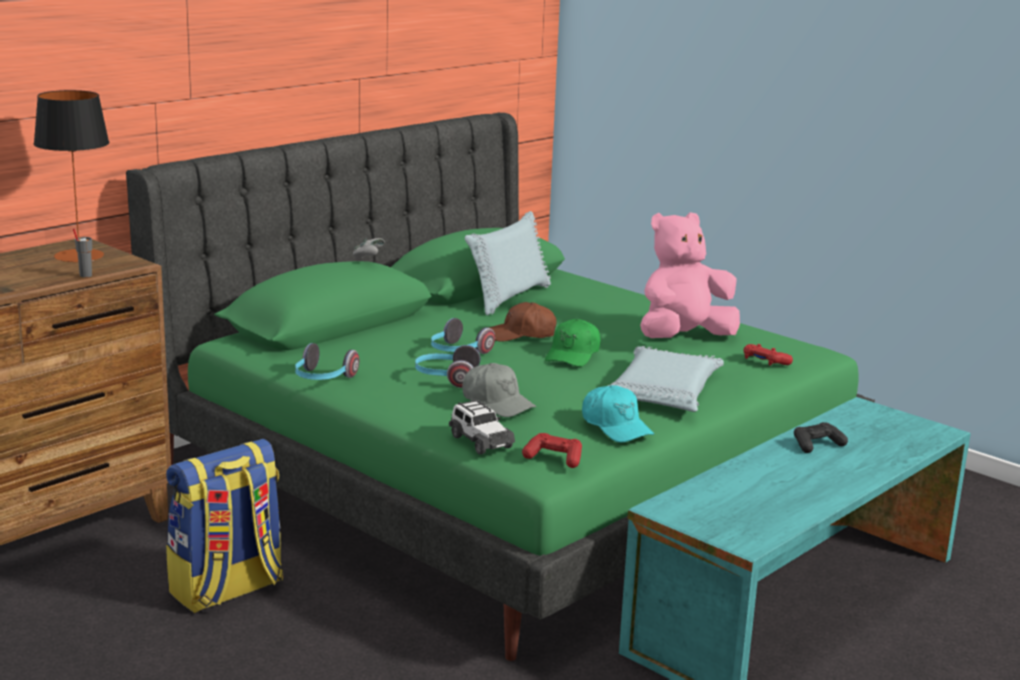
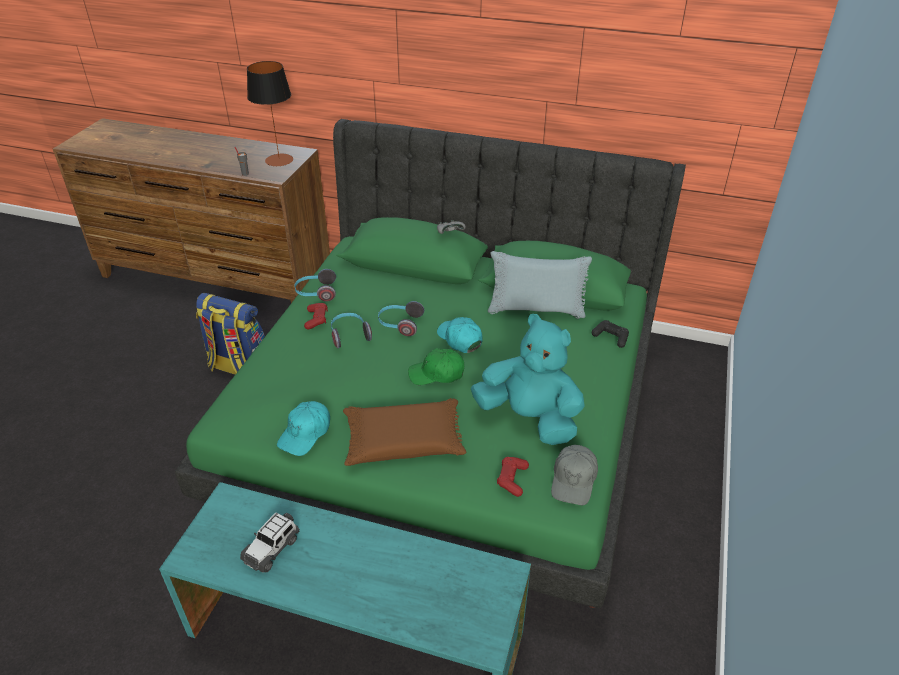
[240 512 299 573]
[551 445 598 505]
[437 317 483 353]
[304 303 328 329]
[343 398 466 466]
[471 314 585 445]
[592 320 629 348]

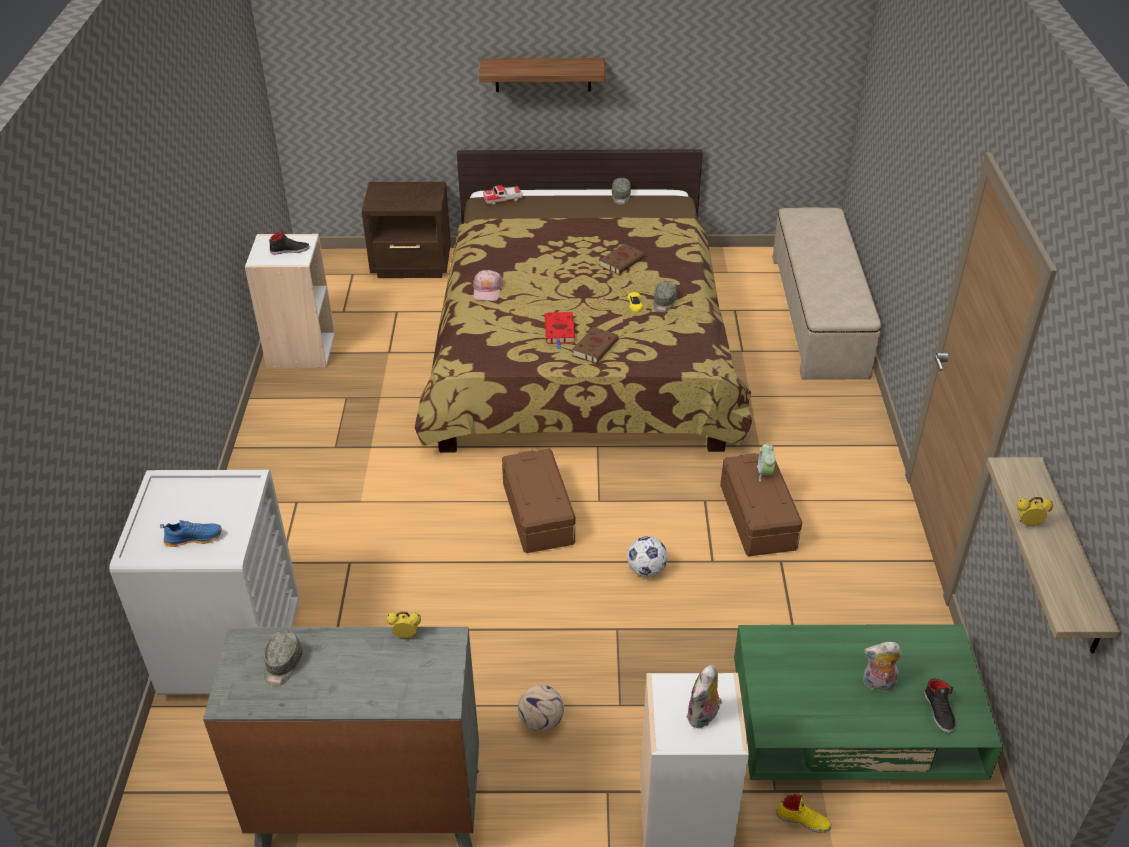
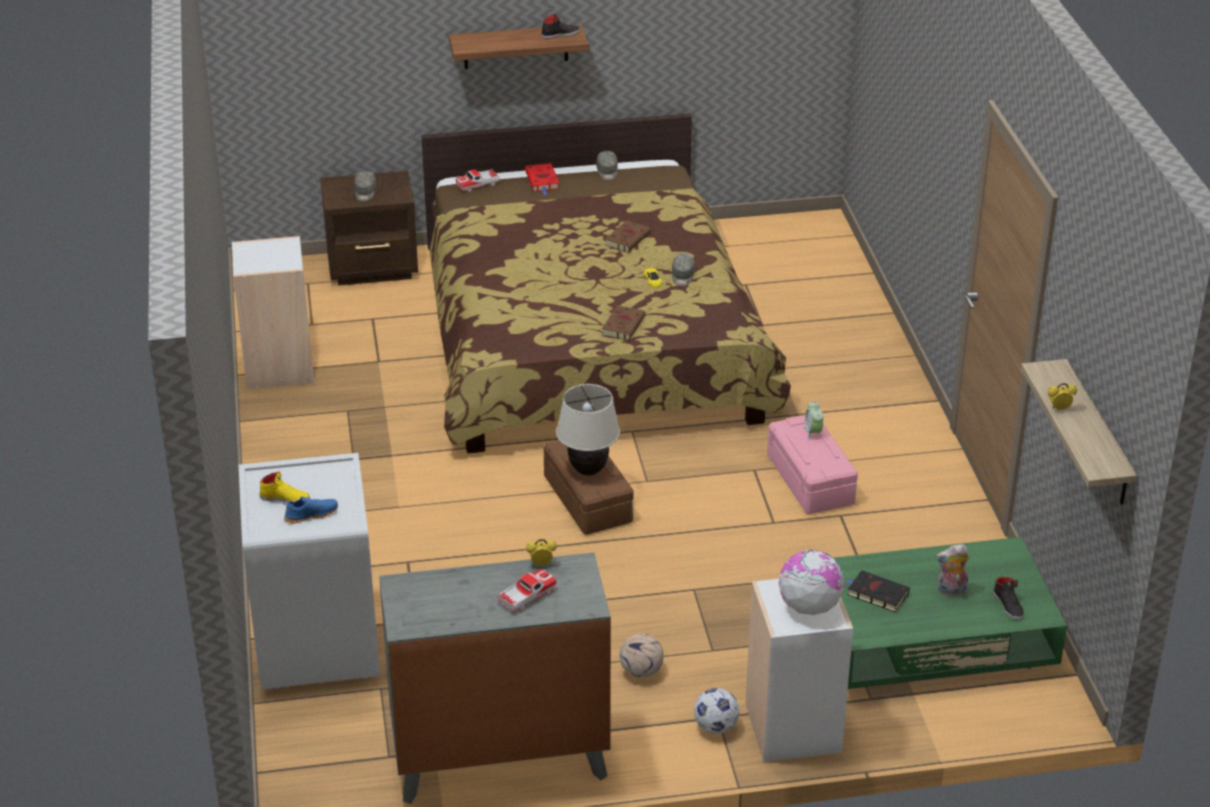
[355 171 377 201]
[541 14 580 39]
[473 270 503 301] (first image)
[525 163 559 195]
[694 688 739 734]
[778 550 844 615]
[767 416 858 514]
[772 207 881 380] (first image)
[260 471 310 503]
[498 569 557 612]
[556 384 620 476]
[846 570 910 612]

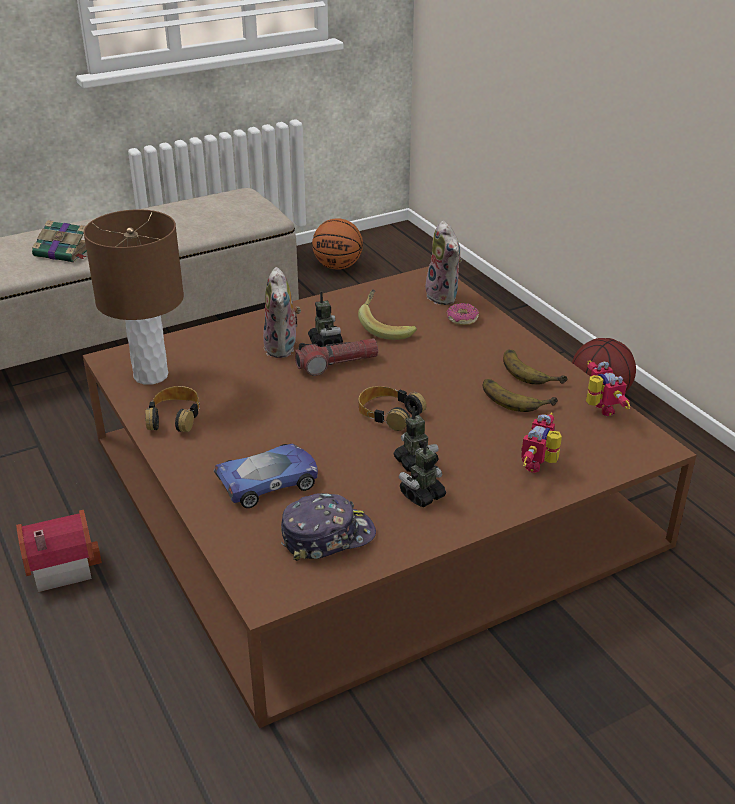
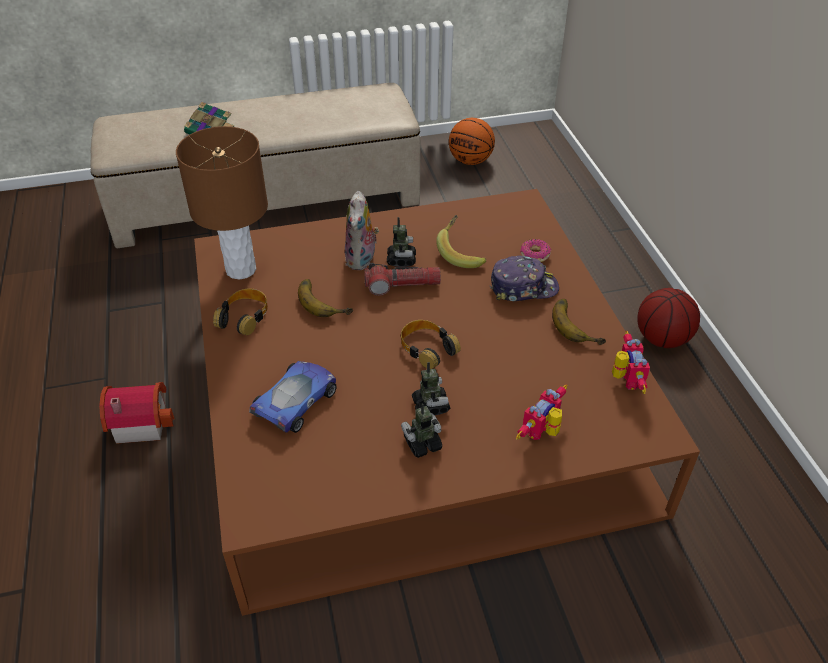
[249 361 336 433]
[490 256 559 301]
[426 221 462 305] (first image)
[298 279 353 317]

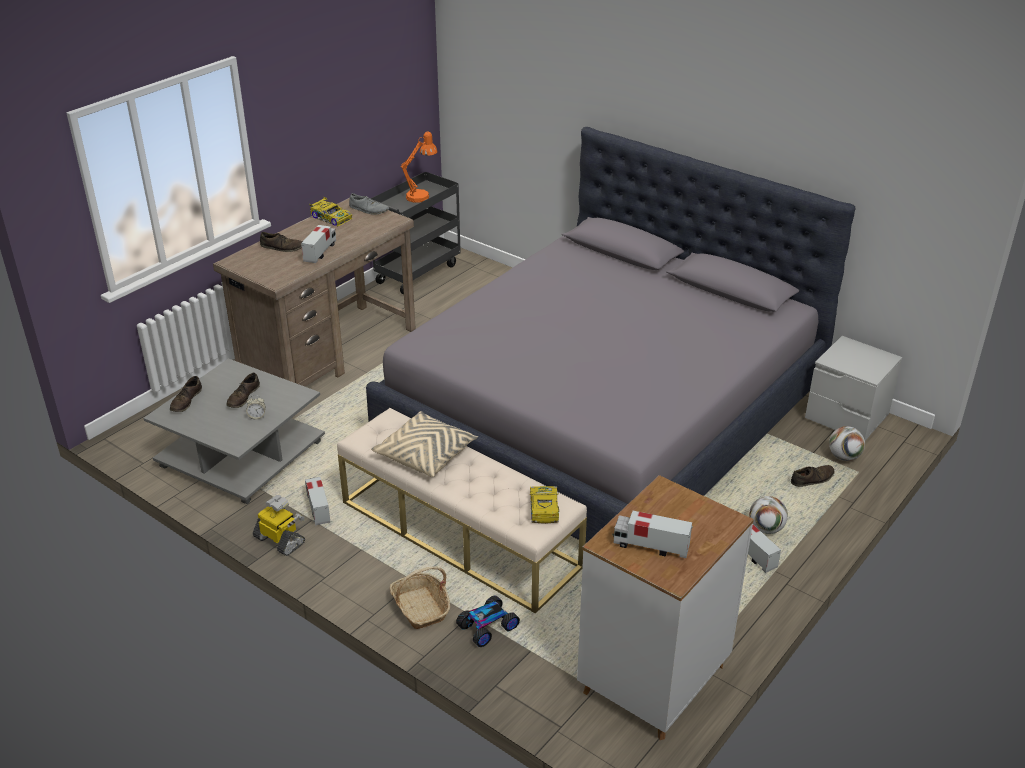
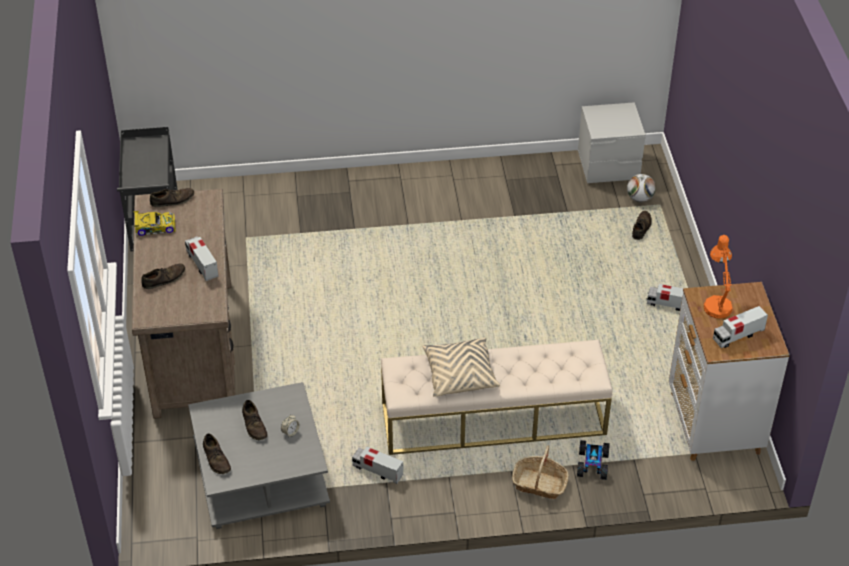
[253 495 305 556] (first image)
[150 188 194 207]
[366 127 855 543] (first image)
[704 235 732 319]
[530 486 559 524] (first image)
[749 496 788 534] (first image)

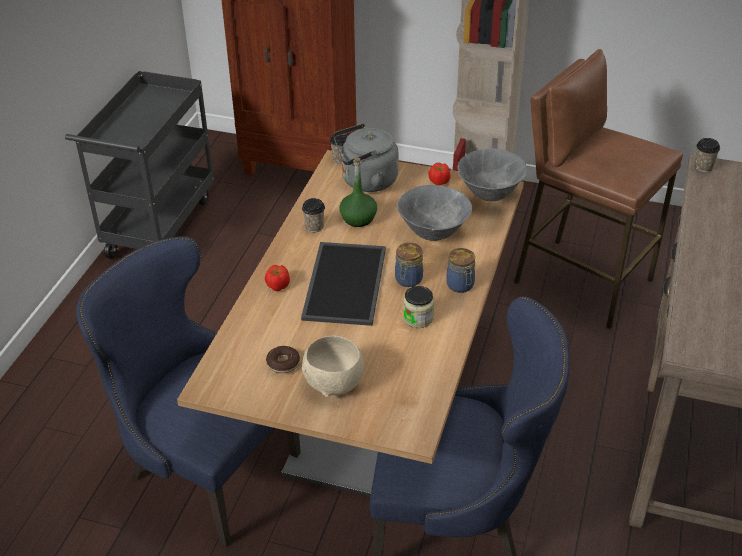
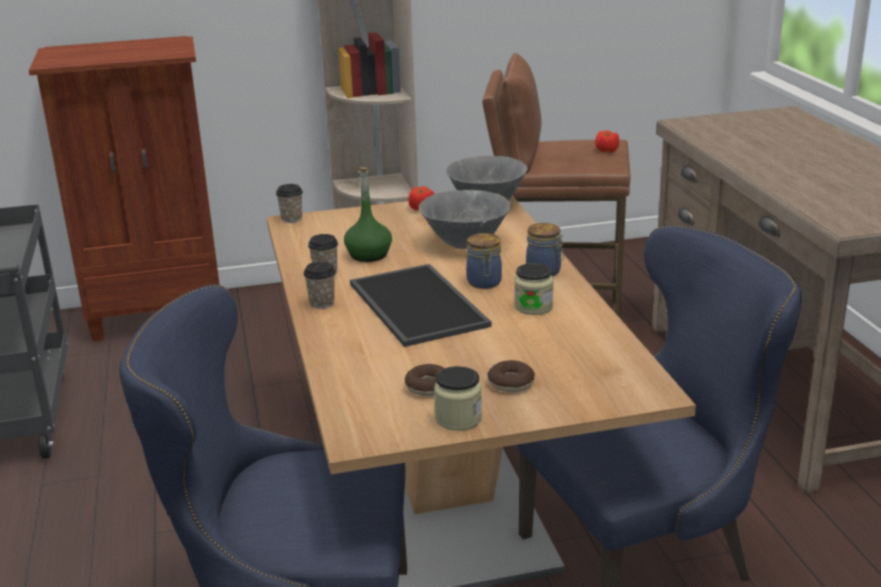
[595 130 619 153]
[488 360 535 392]
[333 123 399 192] (first image)
[304 261 336 309]
[434 366 482 431]

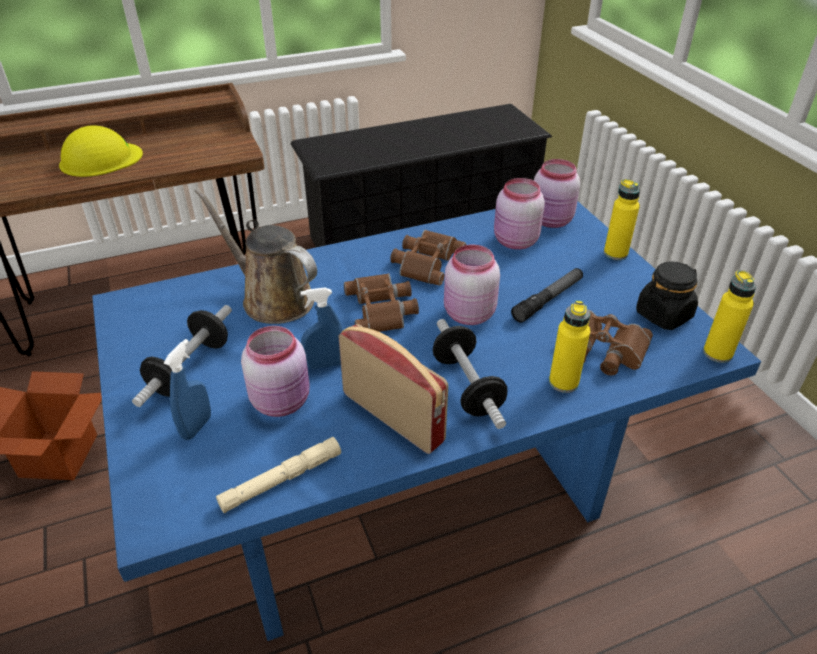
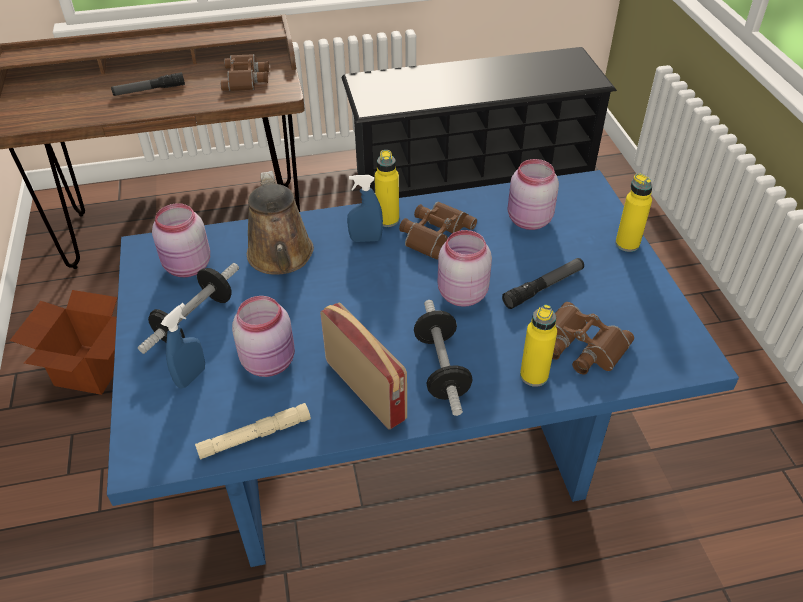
[111 72 185 96]
[247 171 314 275]
[347 175 383 242]
[220 54 269 91]
[152 203 210 277]
[636 261 698 330] (first image)
[375 150 399 227]

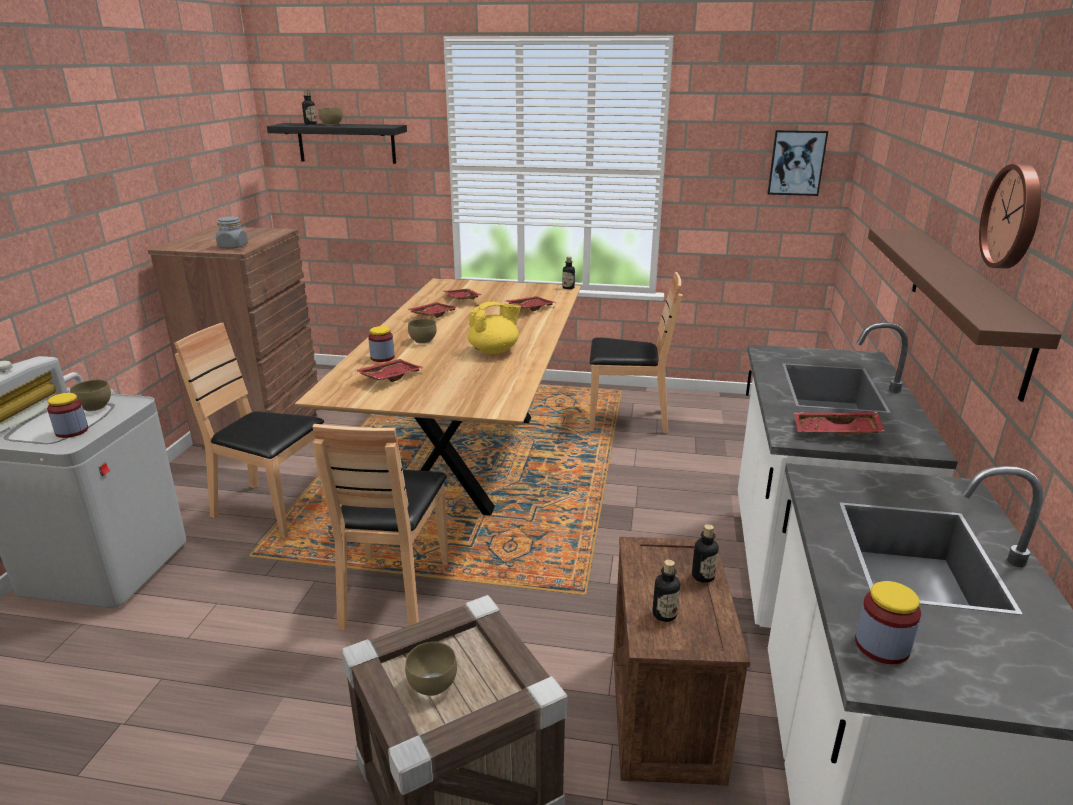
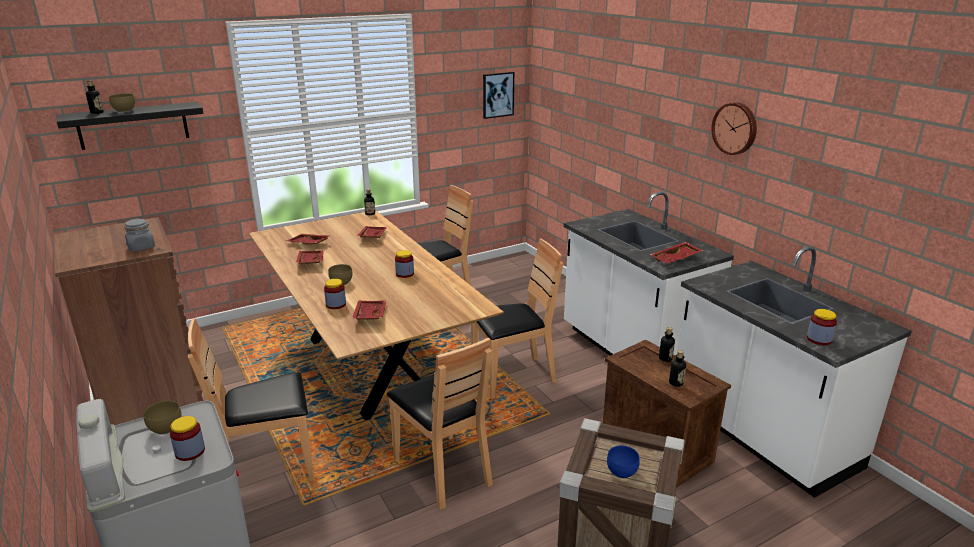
[607 446 640 478]
[395 250 414 278]
[868 228 1061 402] (first image)
[471 238 563 399]

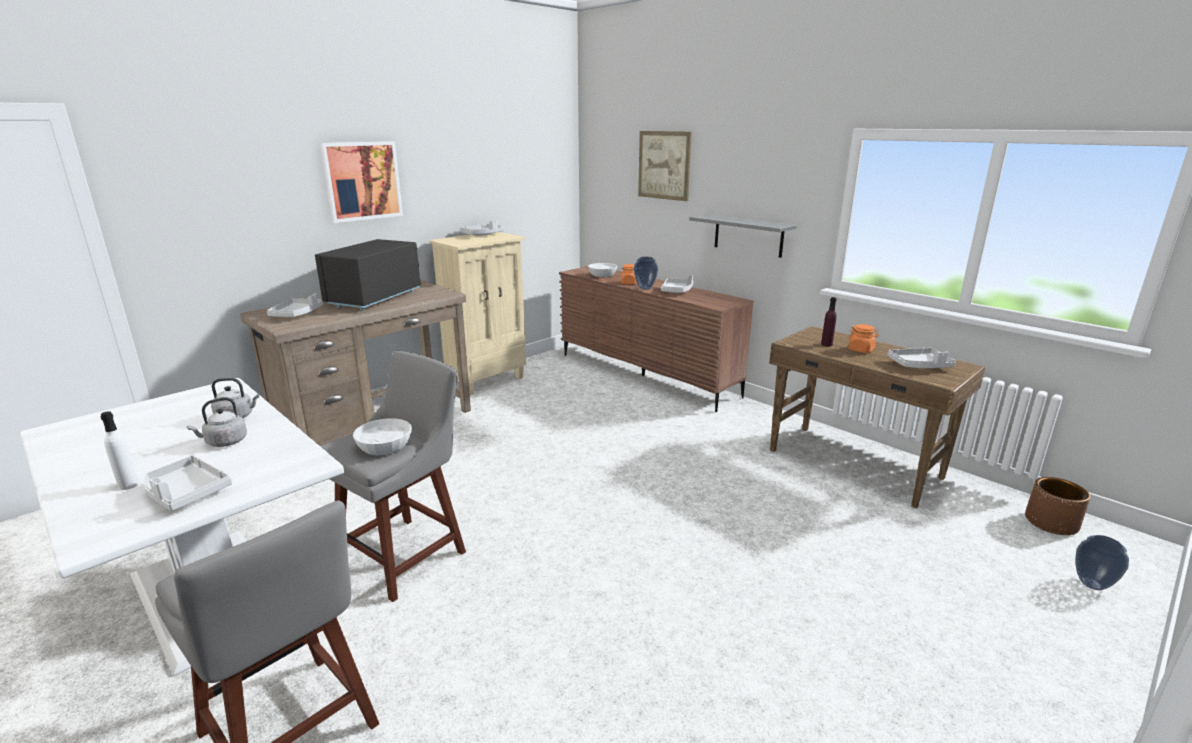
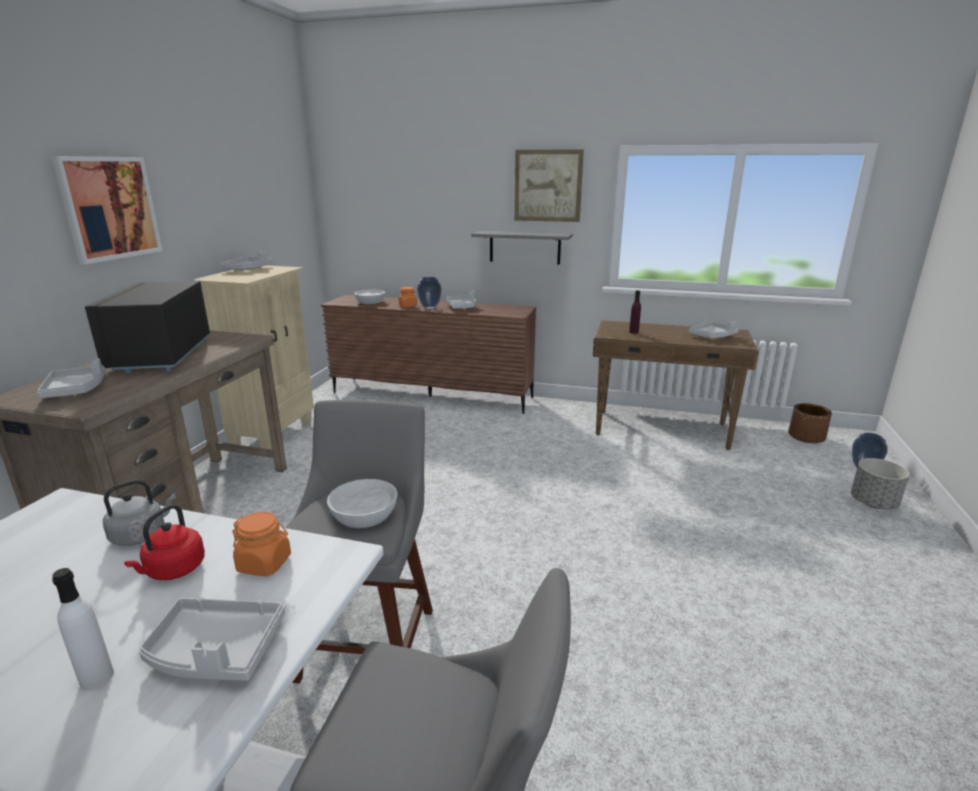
[124 504 205 580]
[514 149 584 222]
[232 512 291 576]
[851 458 910 509]

